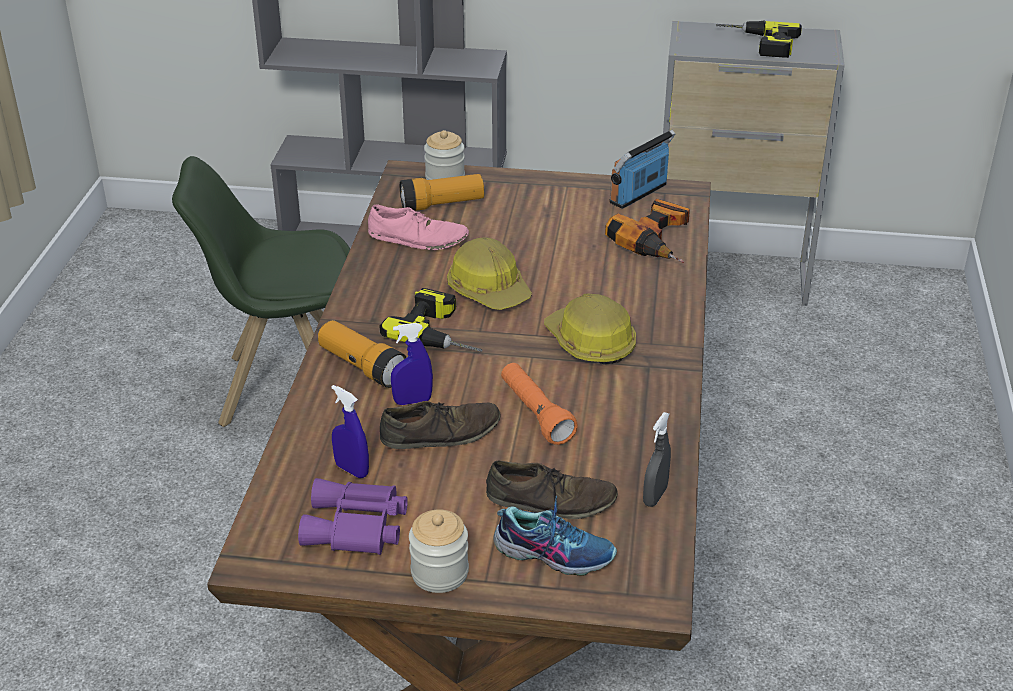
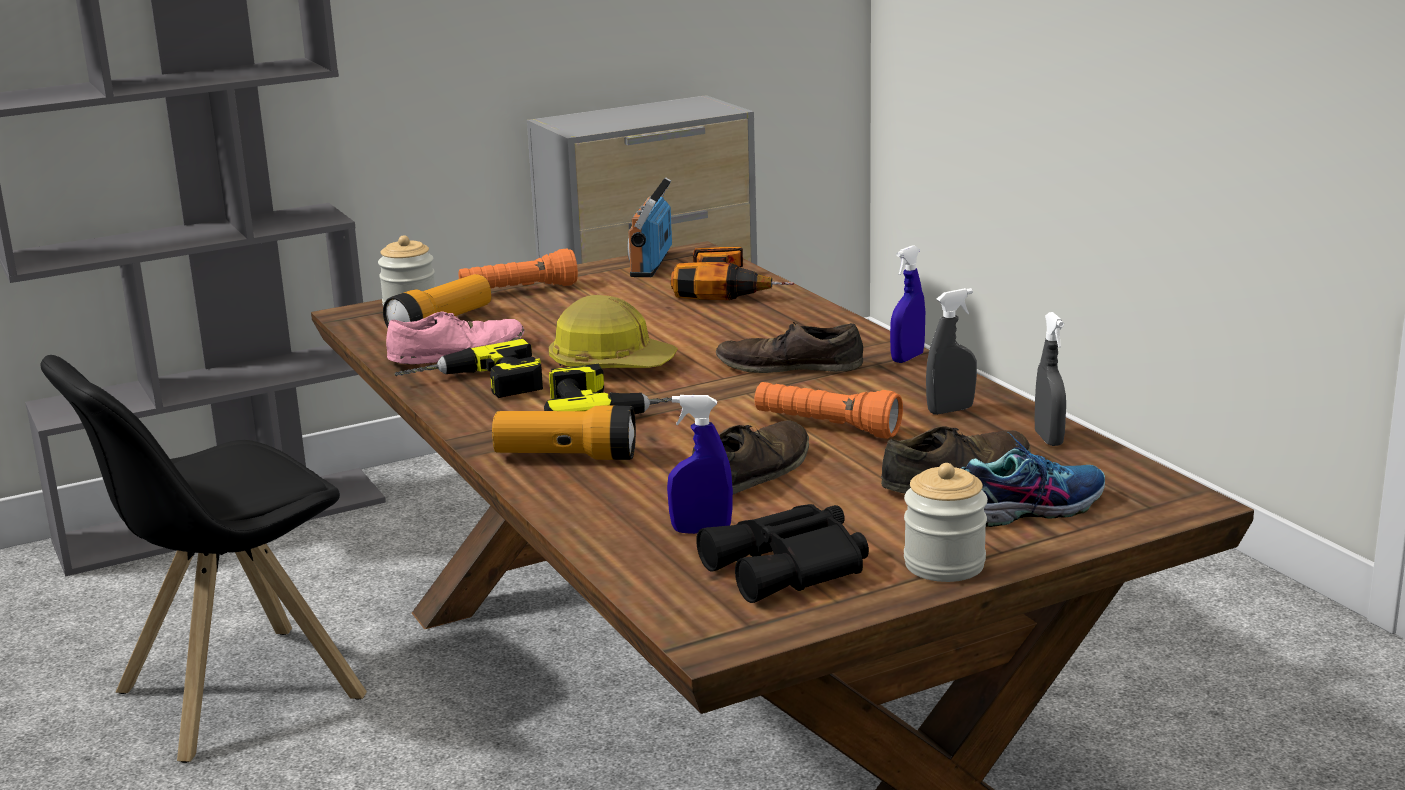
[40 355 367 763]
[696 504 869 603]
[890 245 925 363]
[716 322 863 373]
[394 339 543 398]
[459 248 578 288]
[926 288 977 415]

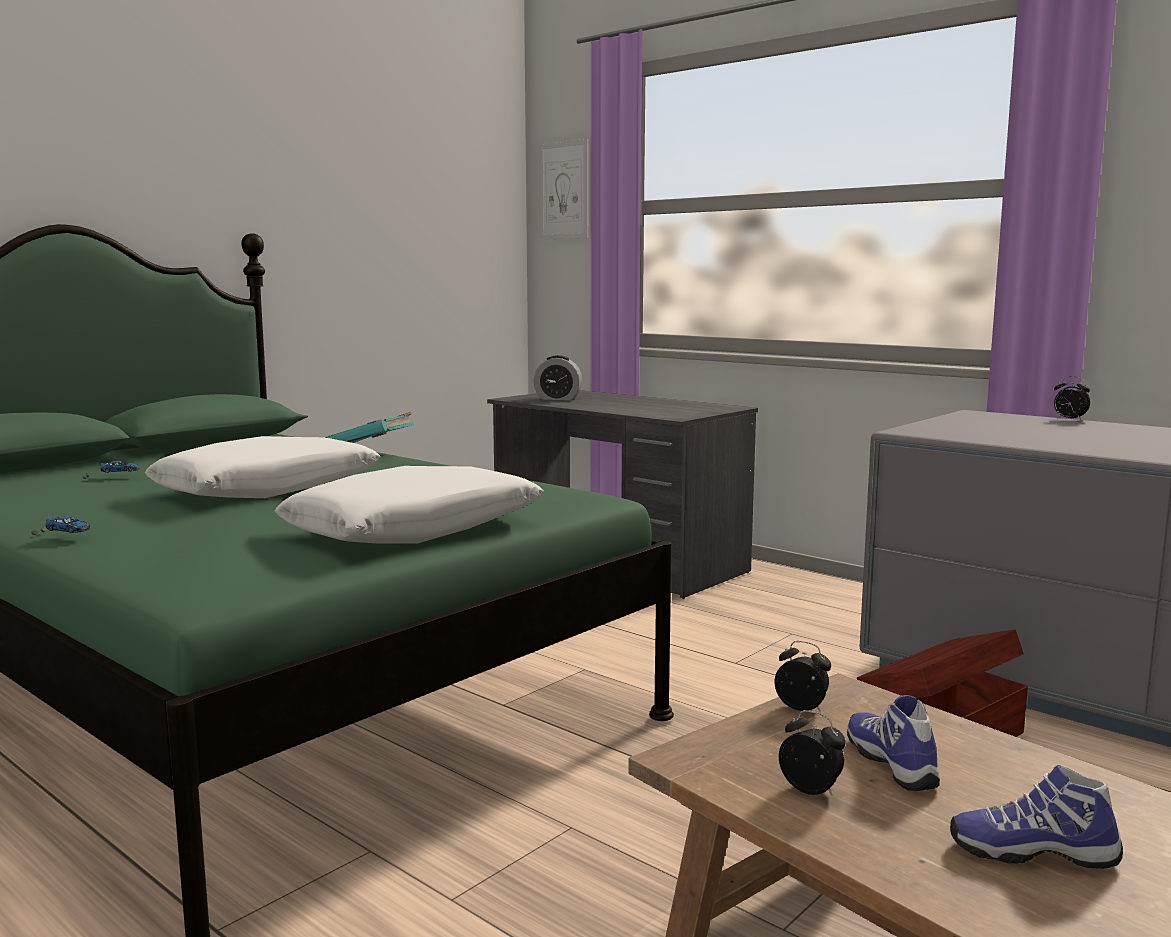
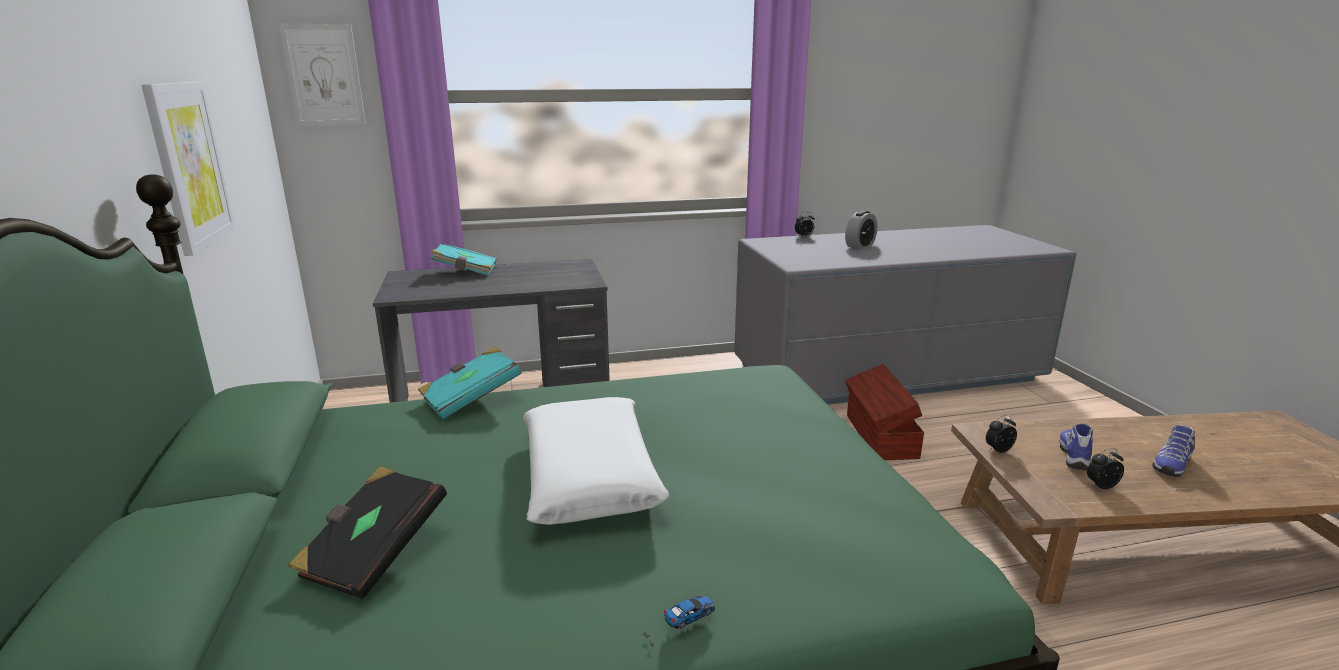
[288 466 447 599]
[275 466 544 543] (first image)
[845 211 877 249]
[1059 424 1093 470]
[141 82 235 256]
[431 243 497 276]

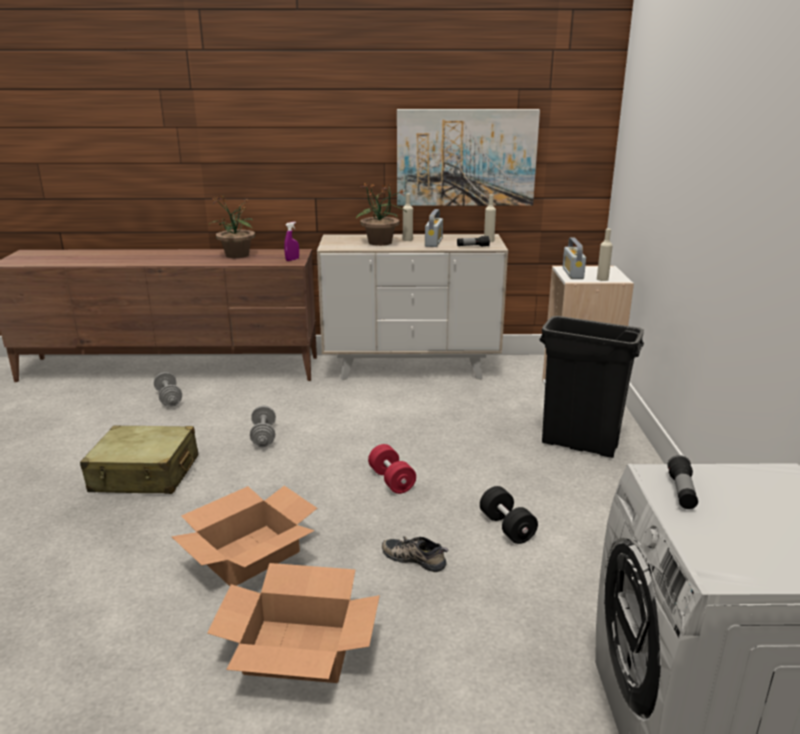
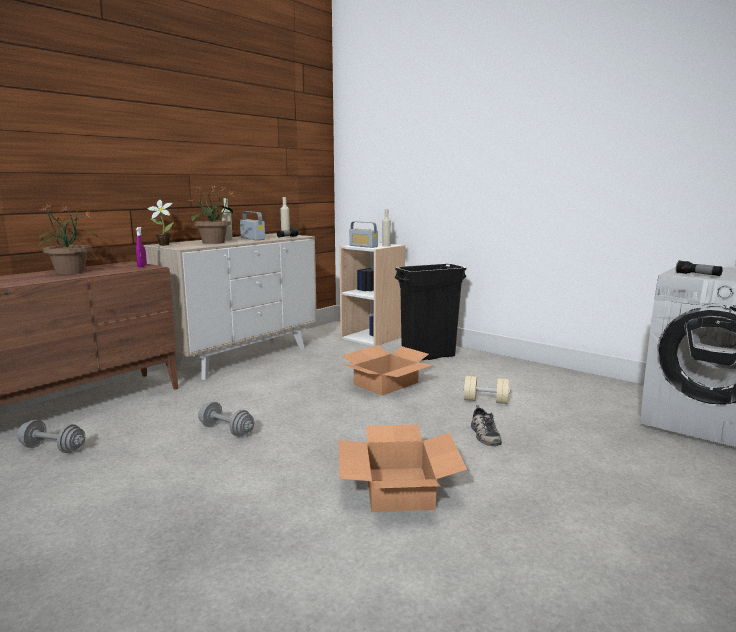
[80 426 198 494] (first image)
[342 345 432 396]
[368 444 416 494] (first image)
[471 405 502 446]
[397 109 540 206] (first image)
[463 376 510 404]
[147 200 174 246]

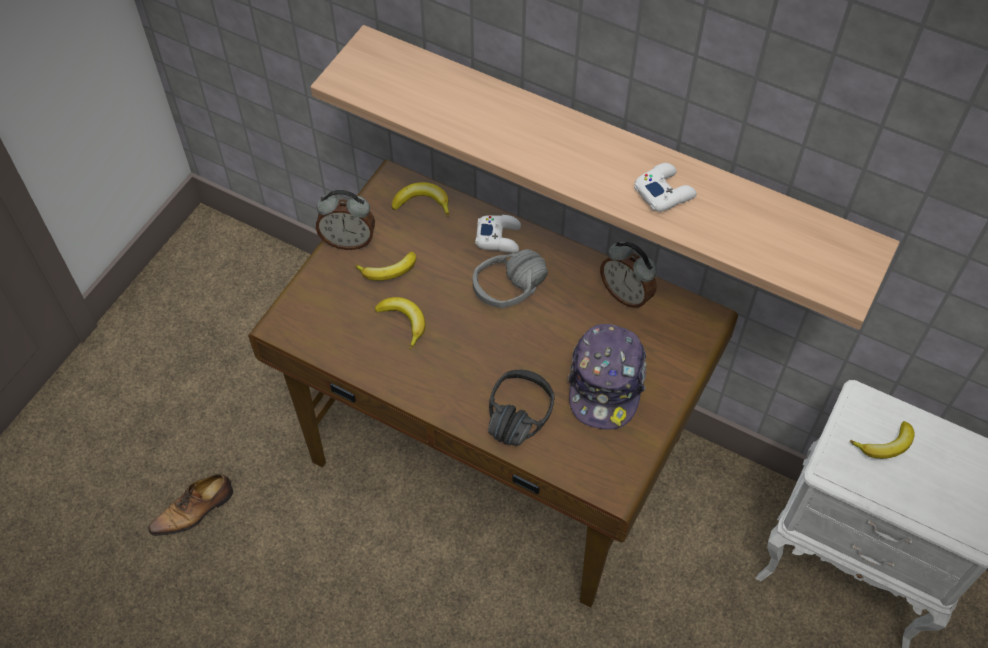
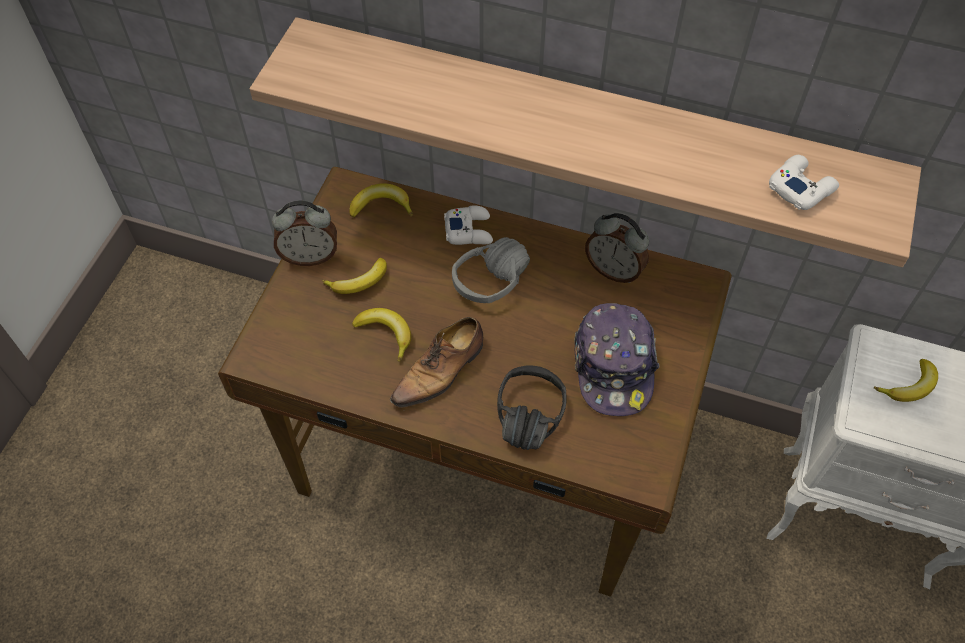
[390 317 483 408]
[769 155 839 210]

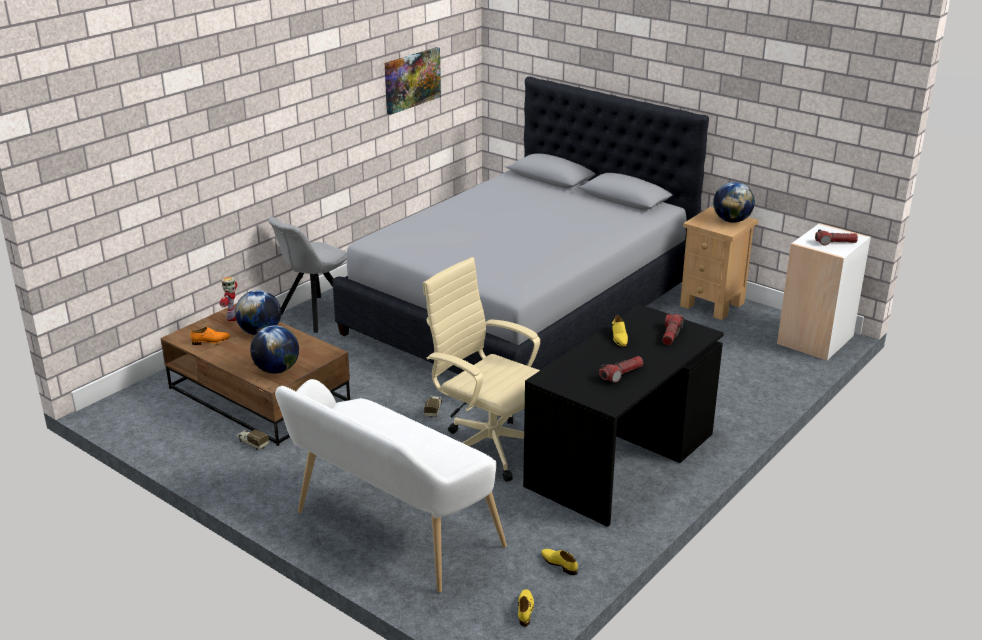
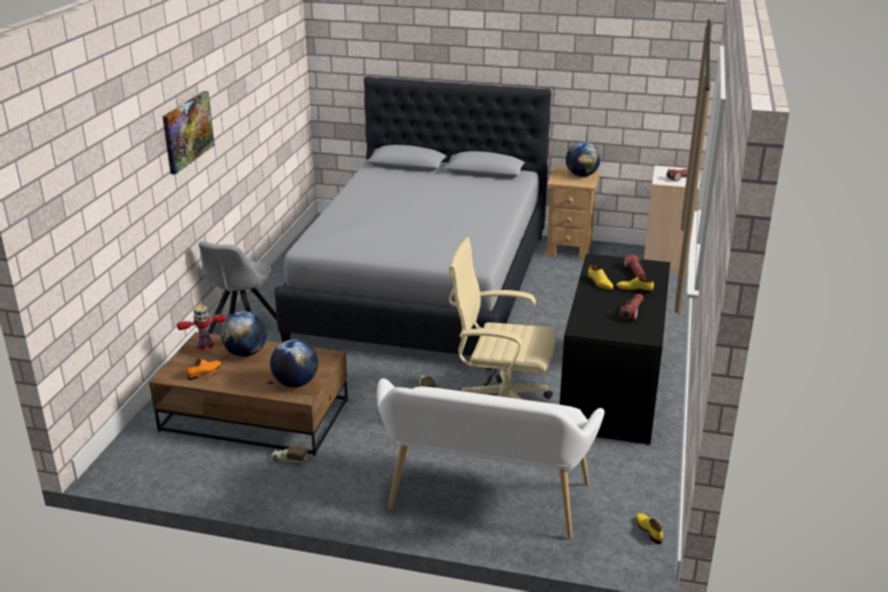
[177 305 226 350]
[163 91 215 175]
[616 277 654 294]

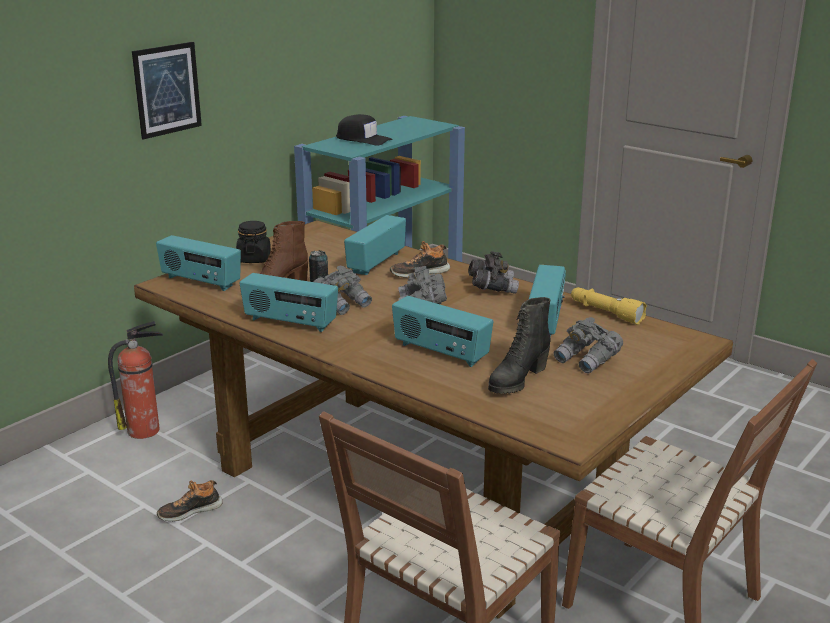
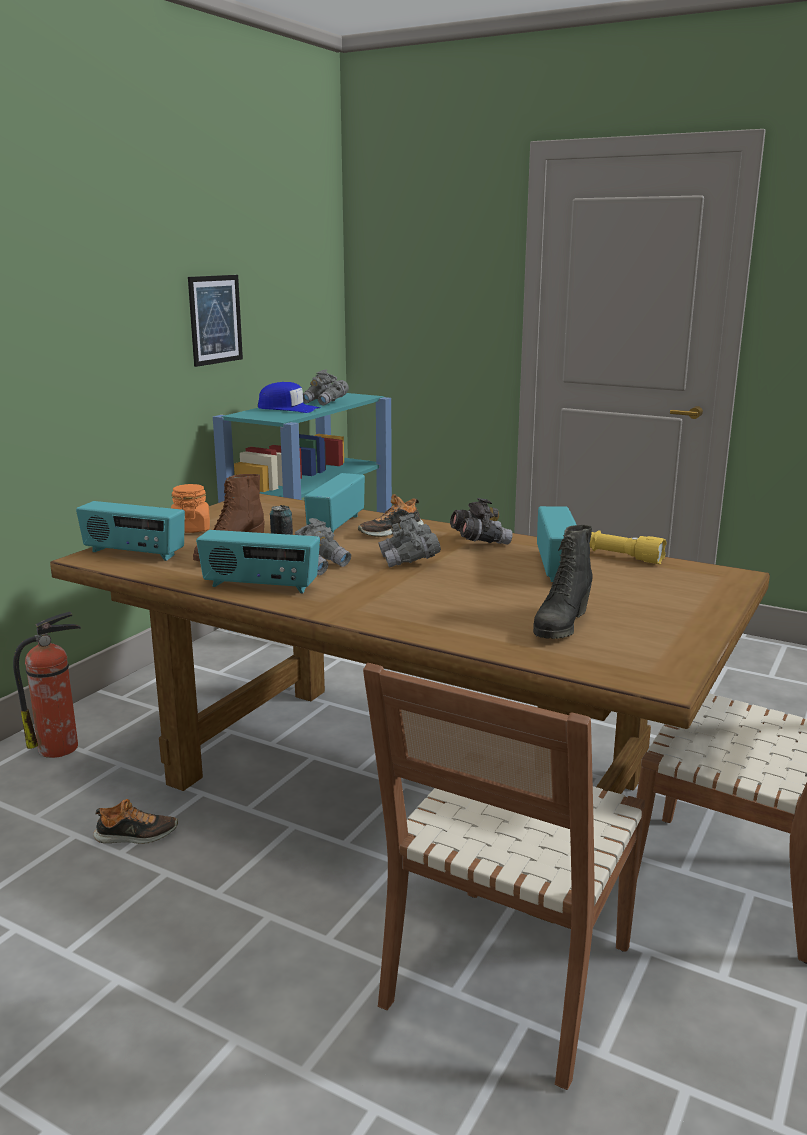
[188 275 243 367]
[93 799 178 844]
[171 484 210 533]
[258 382 320 413]
[392 296 493 367] (first image)
[303 370 349 405]

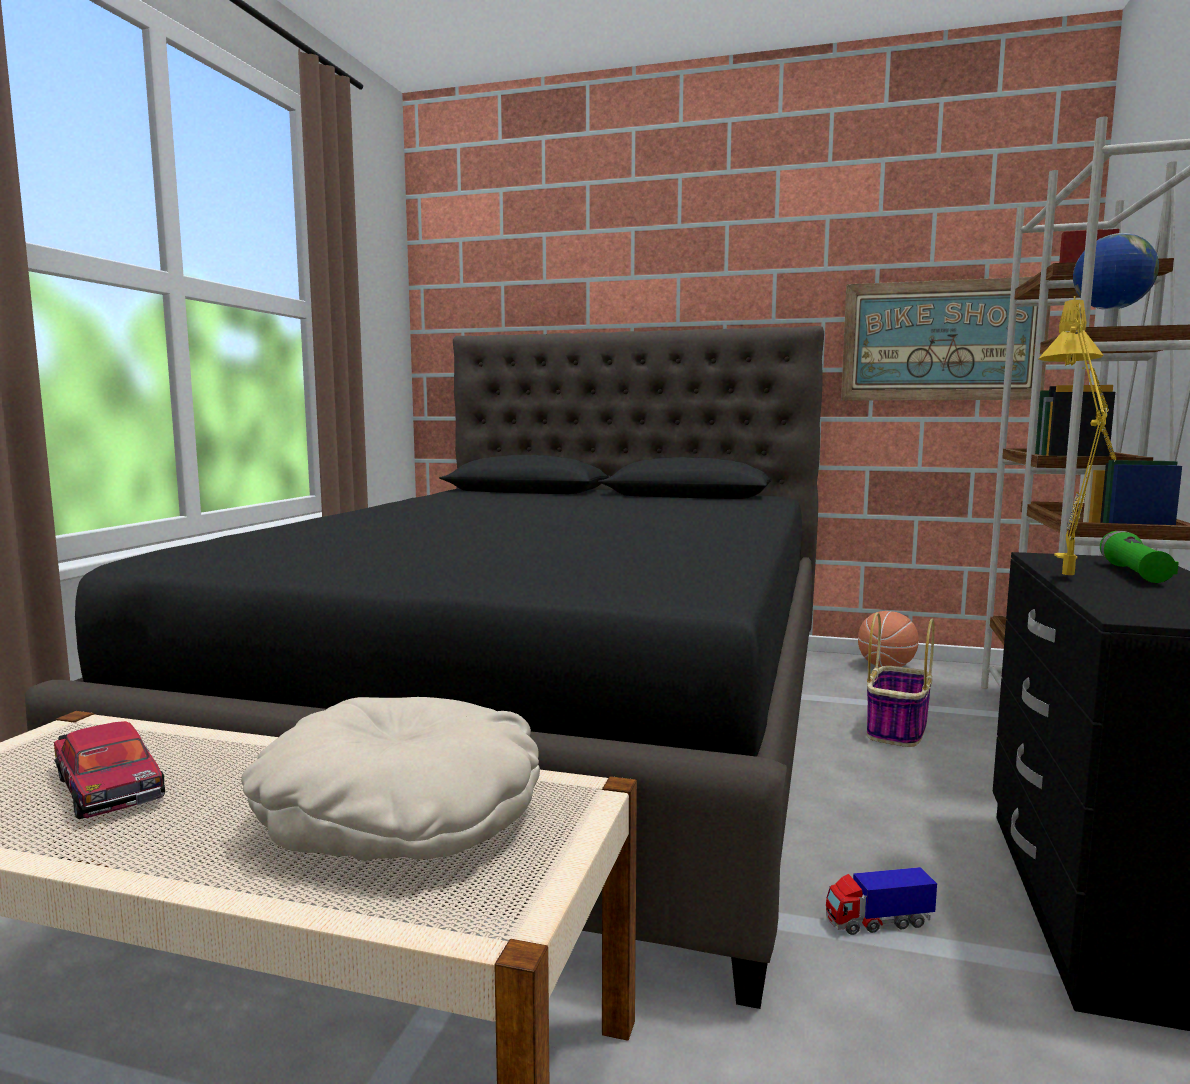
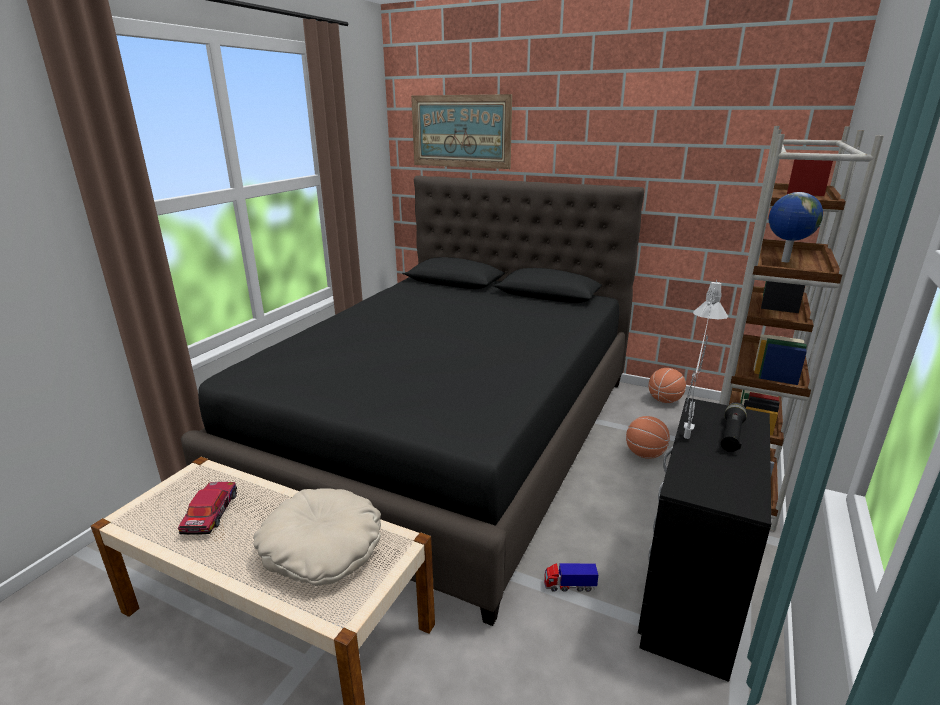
[178 482 237 535]
[411 94 512 169]
[626 416 670 459]
[684 280 728 439]
[721 402 747 452]

